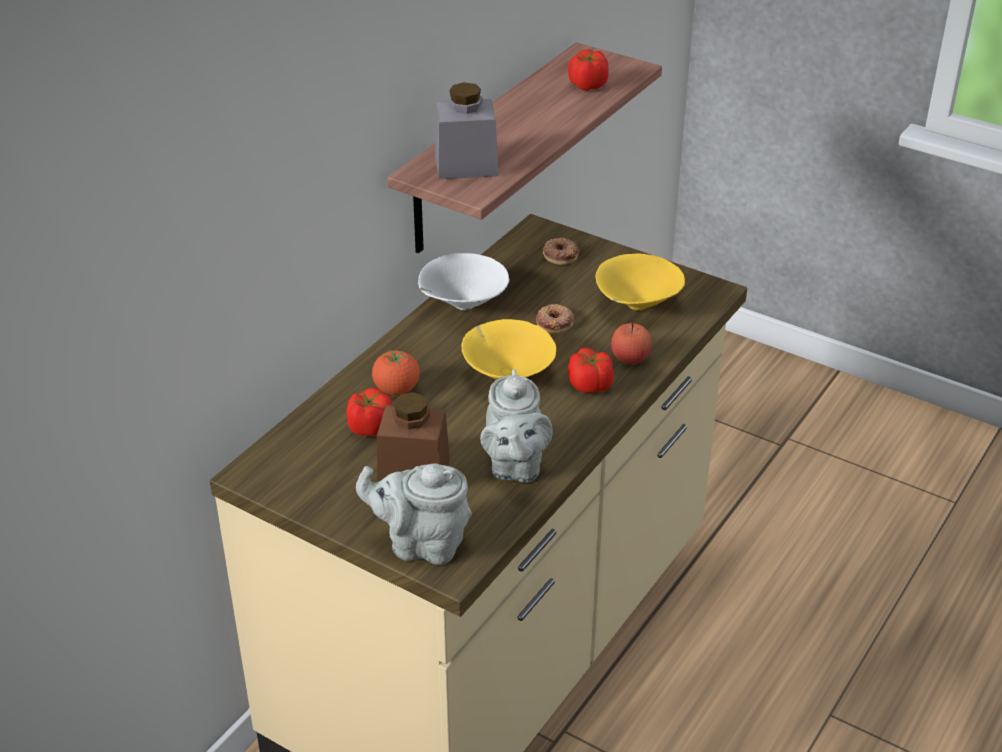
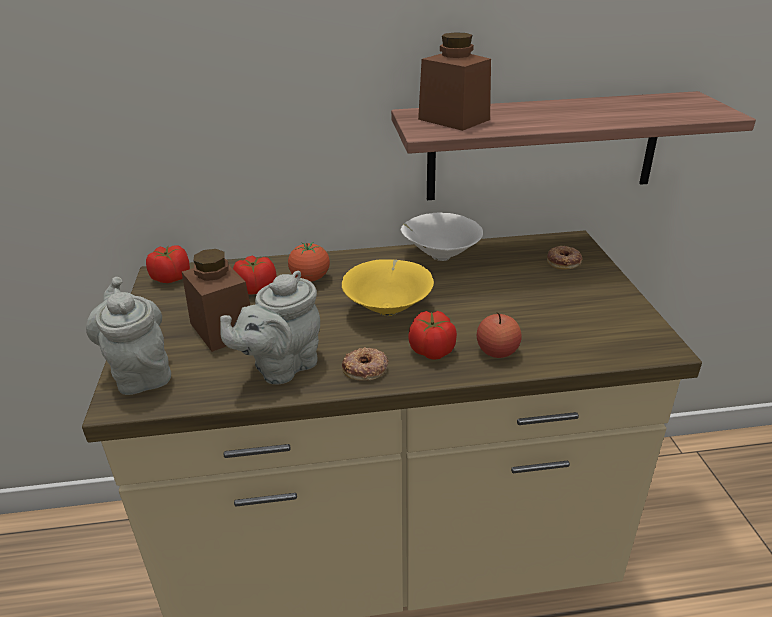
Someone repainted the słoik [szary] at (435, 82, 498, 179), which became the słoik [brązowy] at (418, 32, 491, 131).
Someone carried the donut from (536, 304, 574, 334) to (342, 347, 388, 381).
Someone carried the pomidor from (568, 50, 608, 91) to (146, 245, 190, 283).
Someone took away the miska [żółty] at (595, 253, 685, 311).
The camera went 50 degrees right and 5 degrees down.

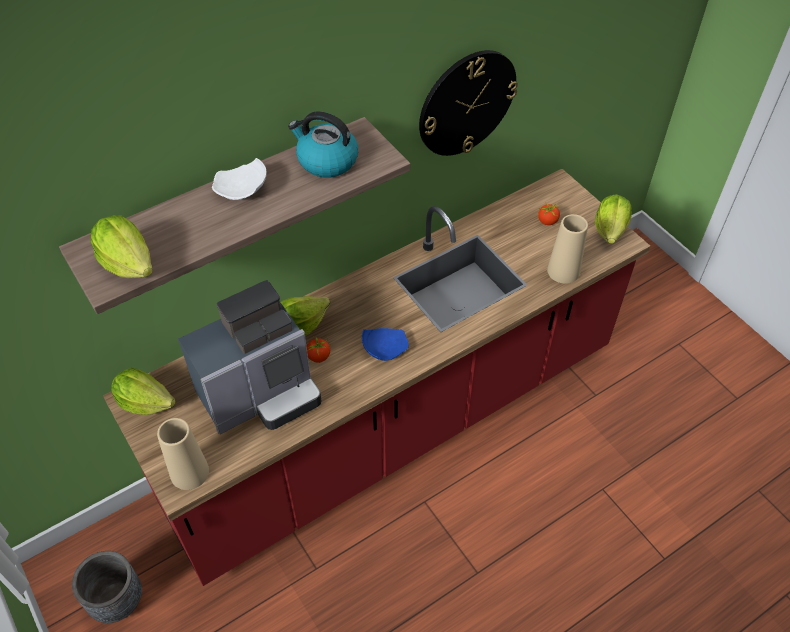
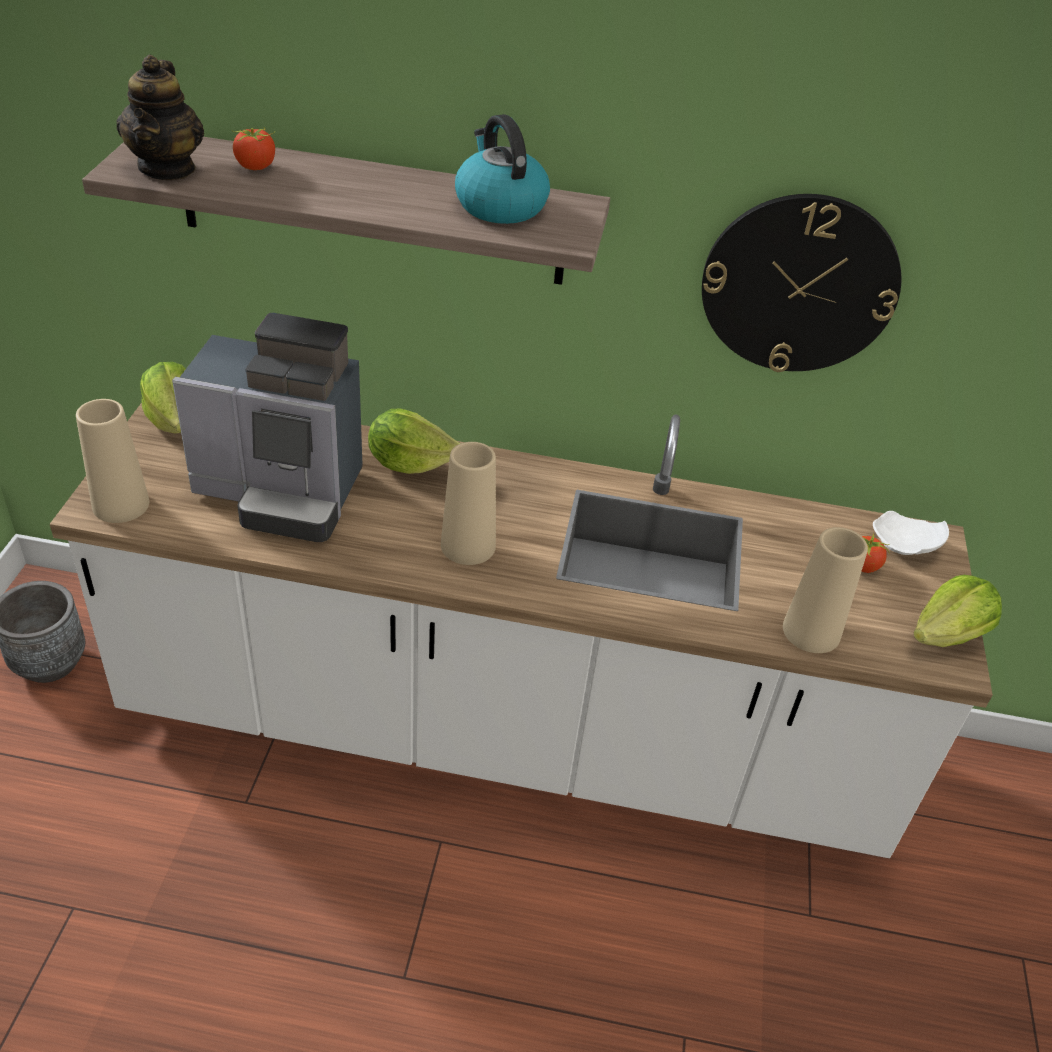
Someone swapped the sałata at (91, 216, 153, 278) for the imbryk at (116, 55, 204, 180).
Someone repainted the zabudowa kuchenna [czerwony] at (103, 169, 650, 586), which became the zabudowa kuchenna [biały] at (50, 403, 993, 858).
Someone carried the talerz [biały] from (212, 158, 267, 200) to (873, 511, 949, 555).
Someone carried the pomidor from (307, 336, 330, 363) to (232, 127, 276, 170).
Someone swapped the talerz [niebieski] at (362, 328, 409, 361) for the wazon [beżowy] at (441, 442, 496, 565).
The camera went 40 degrees right and 10 degrees down.

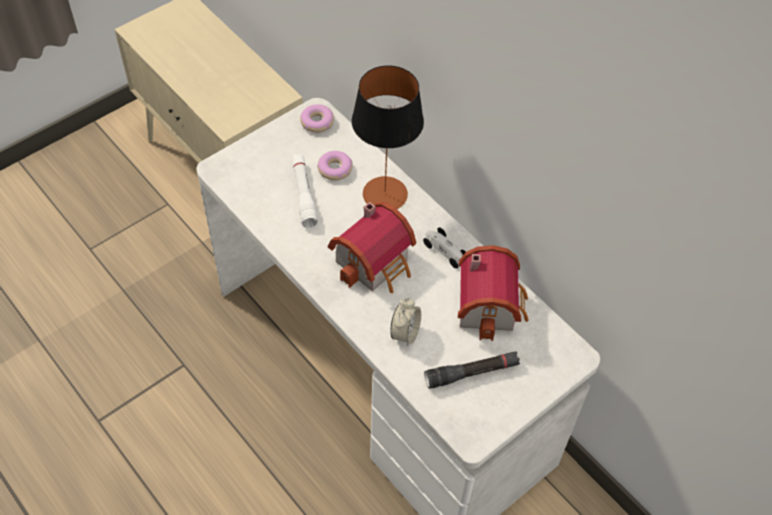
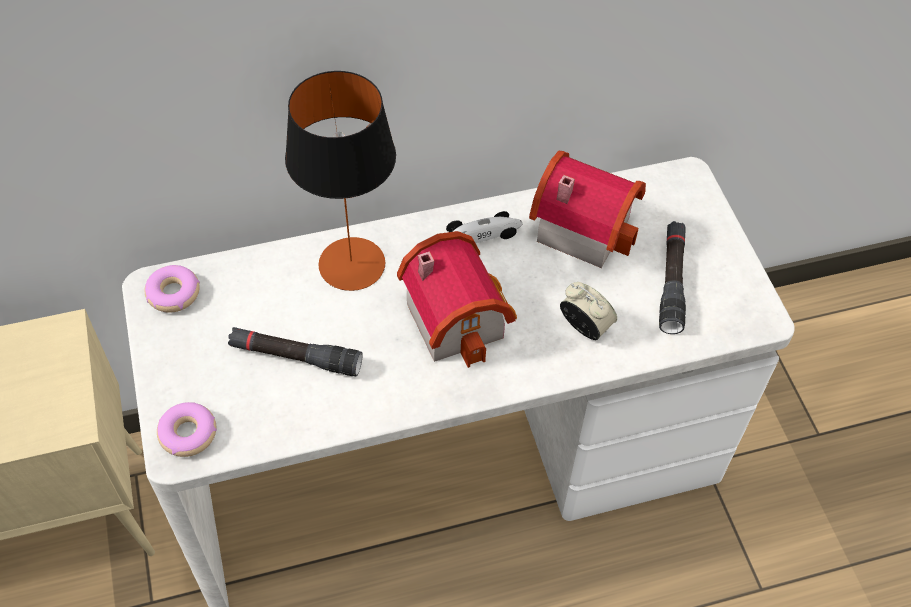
Someone repainted the latarka [biały] at (292, 154, 318, 228), which became the latarka [czarny] at (228, 327, 363, 377).
Someone carried the donut from (317, 151, 353, 181) to (157, 402, 217, 457).
The camera went 65 degrees left and 0 degrees up.

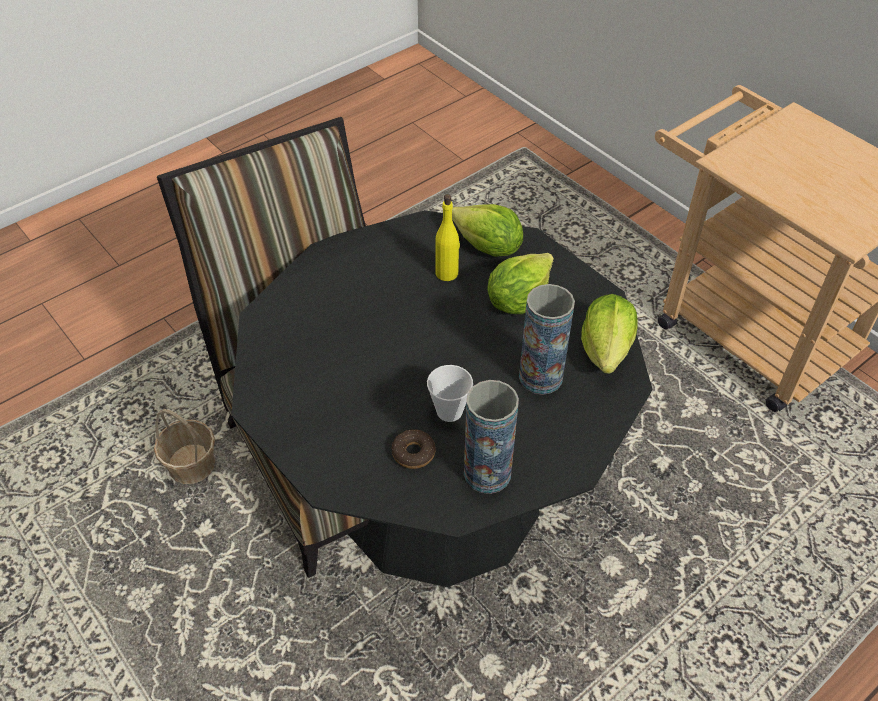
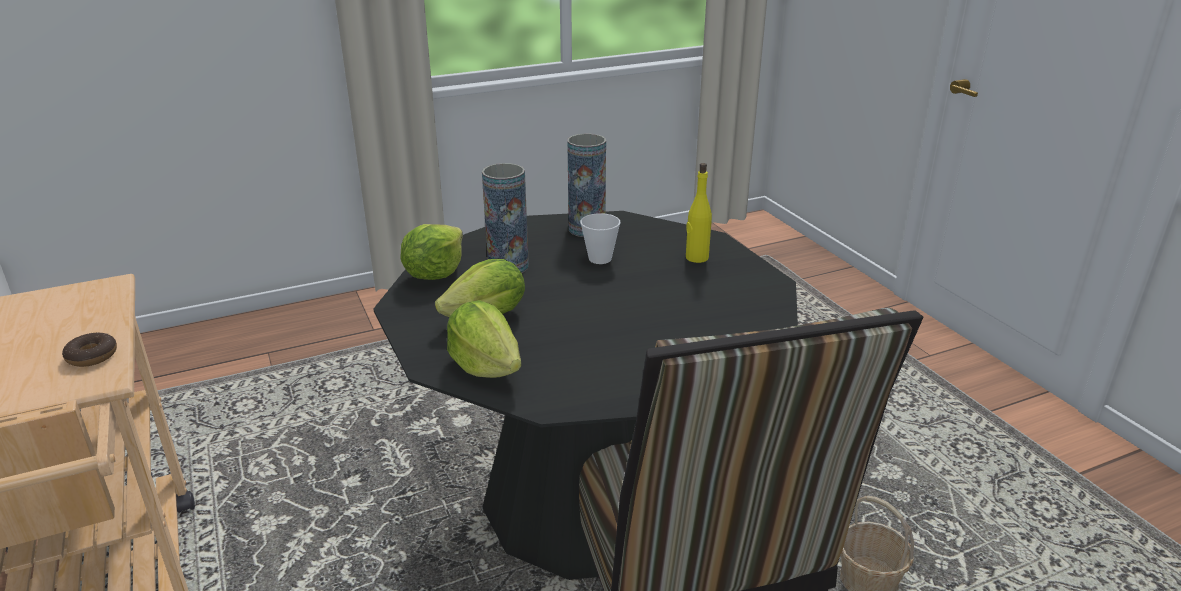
Someone carried the donut from (392, 429, 436, 469) to (62, 332, 117, 367).
Someone carried the butelka [żółty] from (435, 194, 460, 281) to (686, 163, 712, 263).
The camera went 165 degrees left and 20 degrees down.

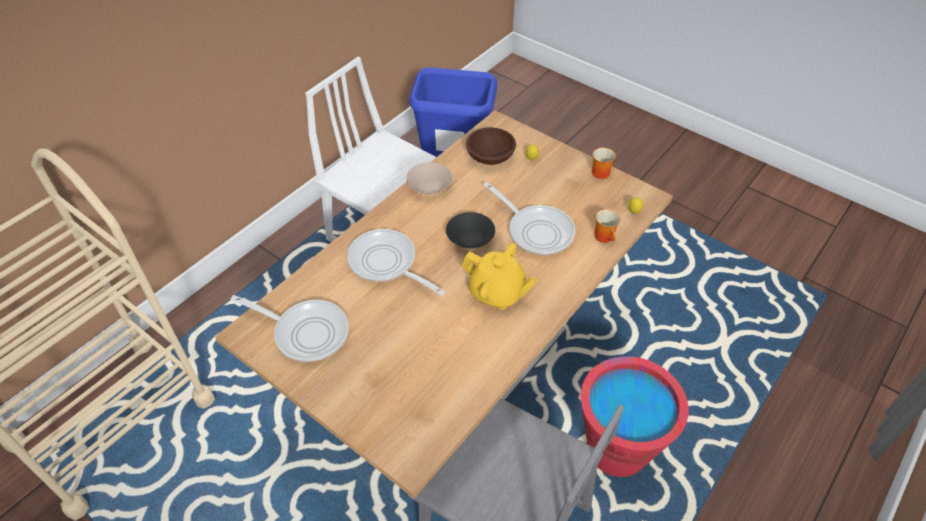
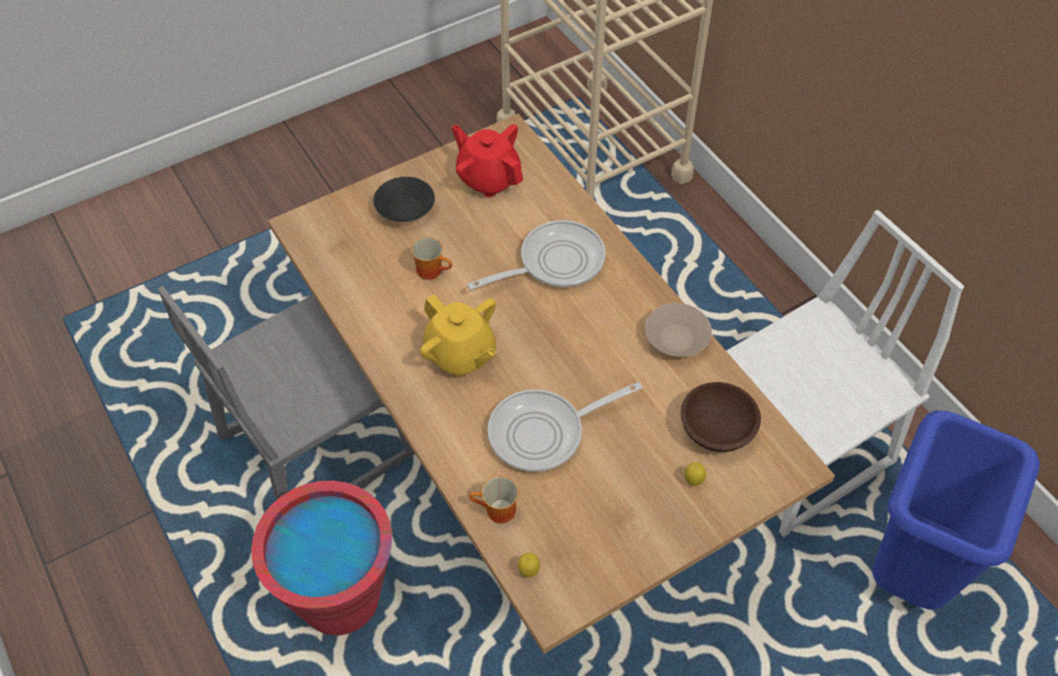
Someone swapped the patelnia at (230, 295, 349, 362) for the imbryk [czerwony] at (452, 124, 523, 198).
Someone carried the miska [czarny] from (446, 212, 495, 248) to (373, 177, 435, 222).
Someone rotated the imbryk [żółty] at (462, 243, 538, 310) by 90 degrees counterclockwise.
Someone carried the kubek from (592, 147, 616, 179) to (411, 237, 452, 280).
The camera went 110 degrees right and 5 degrees up.

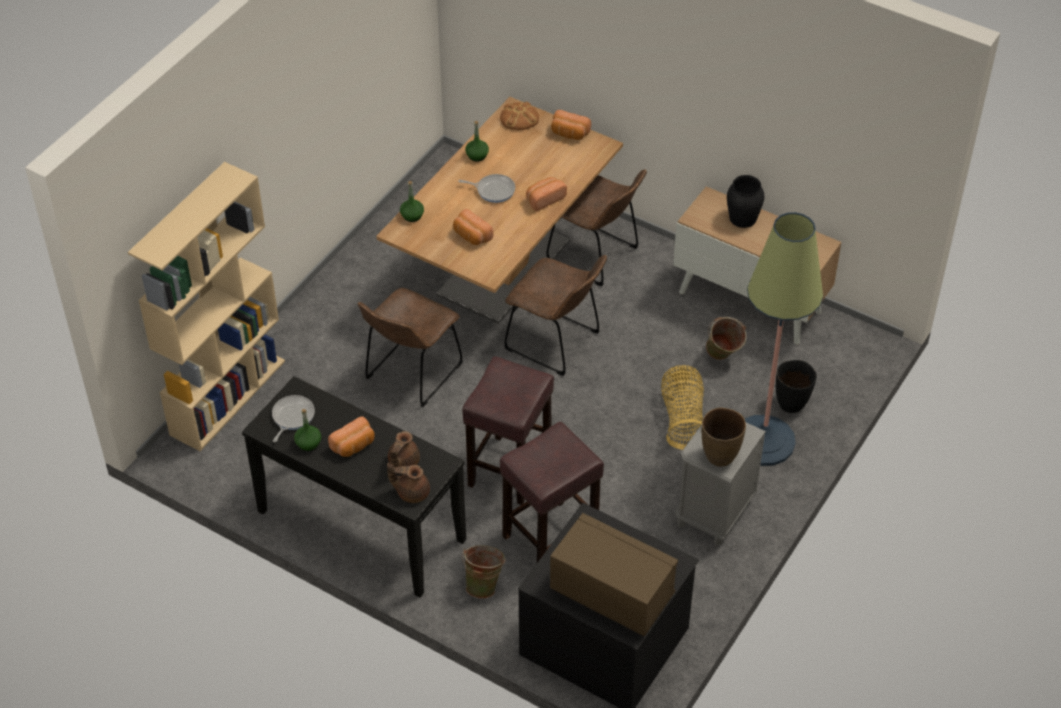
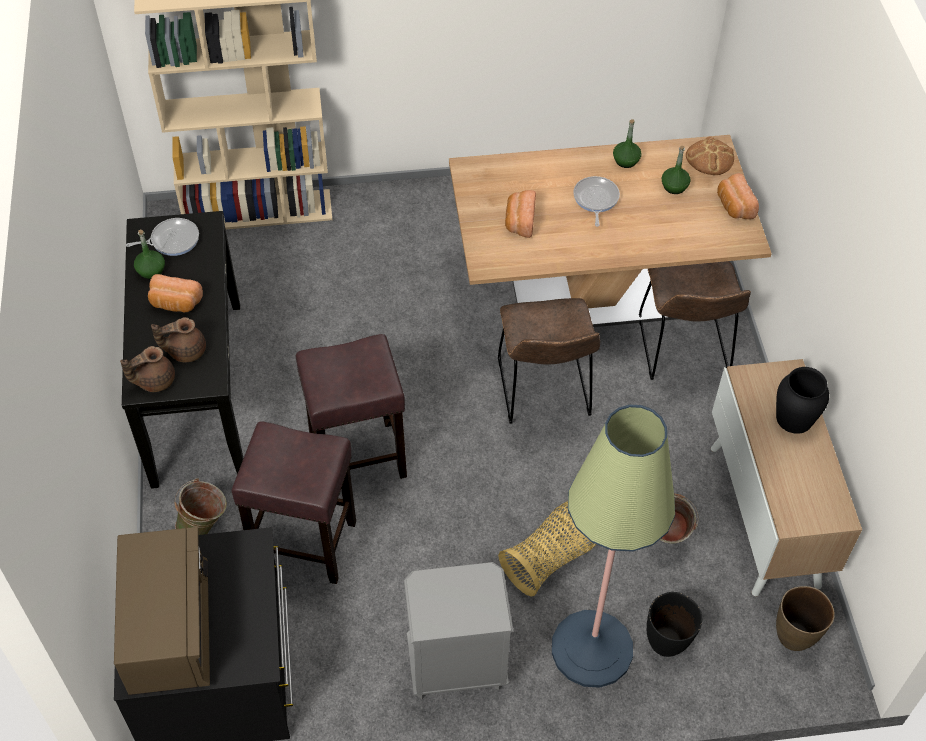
Someone took away the krzesło [brązowy] at (358, 288, 463, 407).
Someone rotated the imbryk [brązowy] at (387, 463, 430, 503) by 90 degrees counterclockwise.
Someone carried the butelka [zielony] from (400, 181, 424, 222) to (662, 146, 691, 194).
Someone rotated the patelnia at (458, 174, 515, 203) by 150 degrees counterclockwise.
Someone took away the chleb at (526, 177, 567, 211).
Someone carried the wazon [brązowy] from (702, 408, 746, 467) to (776, 586, 835, 651).
The camera went 50 degrees right and 5 degrees up.

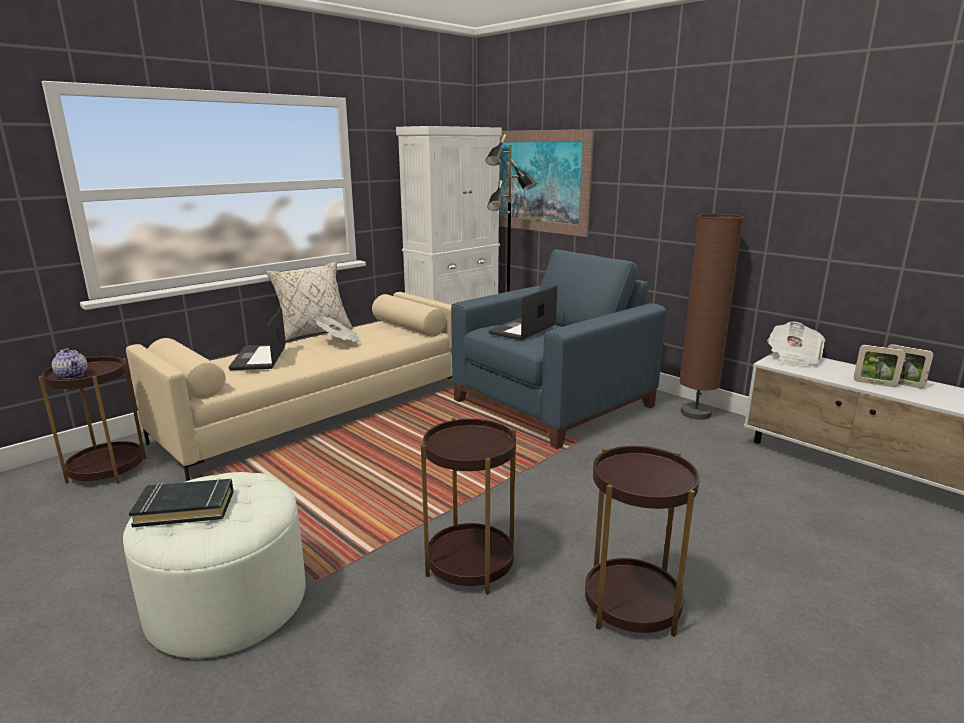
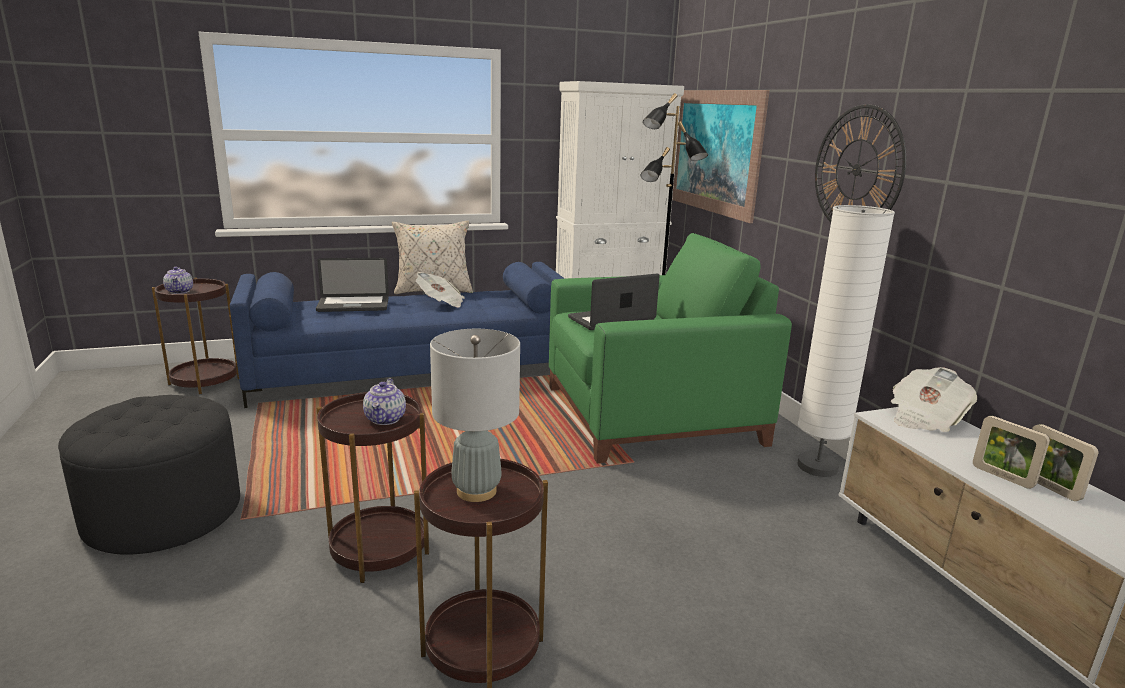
Someone repainted the pufa [biały] at (123, 472, 306, 658), which became the pufa [czarny] at (58, 395, 240, 555).
Someone repainted the kanapa [beżowy] at (126, 292, 452, 481), which became the kanapa [niebieski] at (230, 262, 565, 408).
Someone took away the książka [czarny] at (129, 478, 234, 527).
Someone rotated the laptop at (229, 307, 286, 370) by 120 degrees counterclockwise.
Someone repainted the fotel [niebieski] at (451, 249, 666, 449), which became the fotel [zielony] at (549, 233, 792, 463).
Someone repainted the lampa stojąca [brązowy] at (679, 214, 744, 420), which became the lampa stojąca [biały] at (797, 205, 895, 477).
Someone put down the imbryk at (363, 379, 406, 425).
Someone put down the lampa stołowa [szary] at (430, 329, 520, 502).
Someone put up the zegar ścienny at (815, 104, 906, 222).
The camera went 25 degrees right and 0 degrees up.

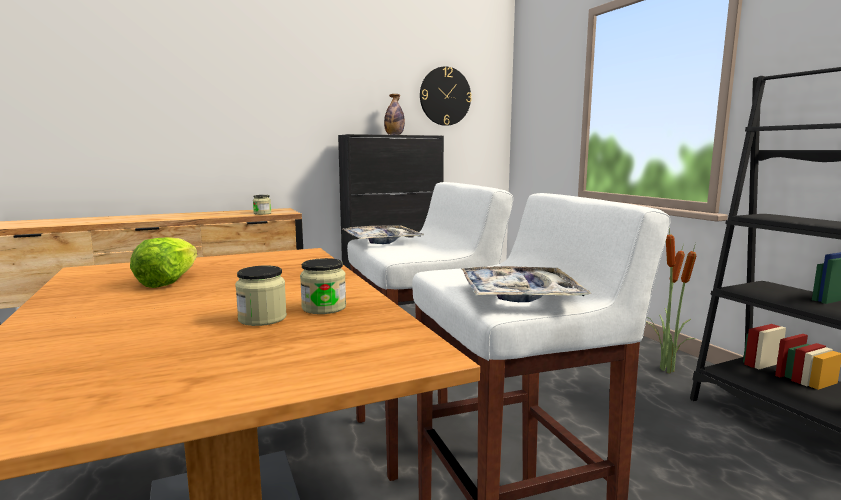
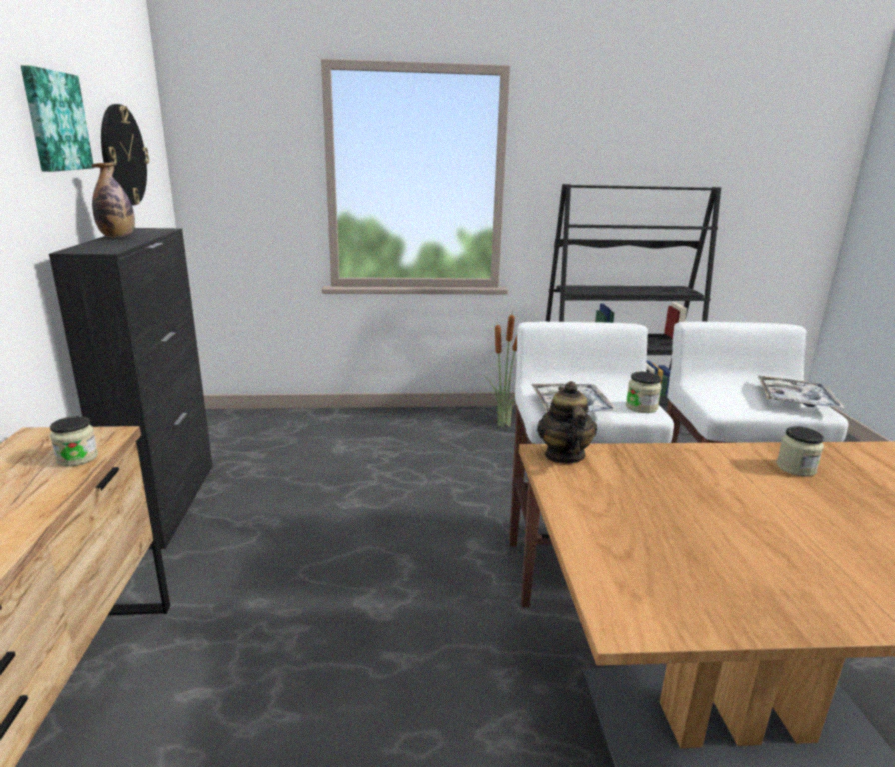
Someone took away the sałata at (130, 237, 197, 288).
Someone carried the słoik from (235, 265, 287, 326) to (626, 372, 662, 413).
Someone put up the obraz at (21, 65, 93, 172).
Someone put down the imbryk at (537, 381, 597, 464).
The camera went 70 degrees left and 10 degrees up.

